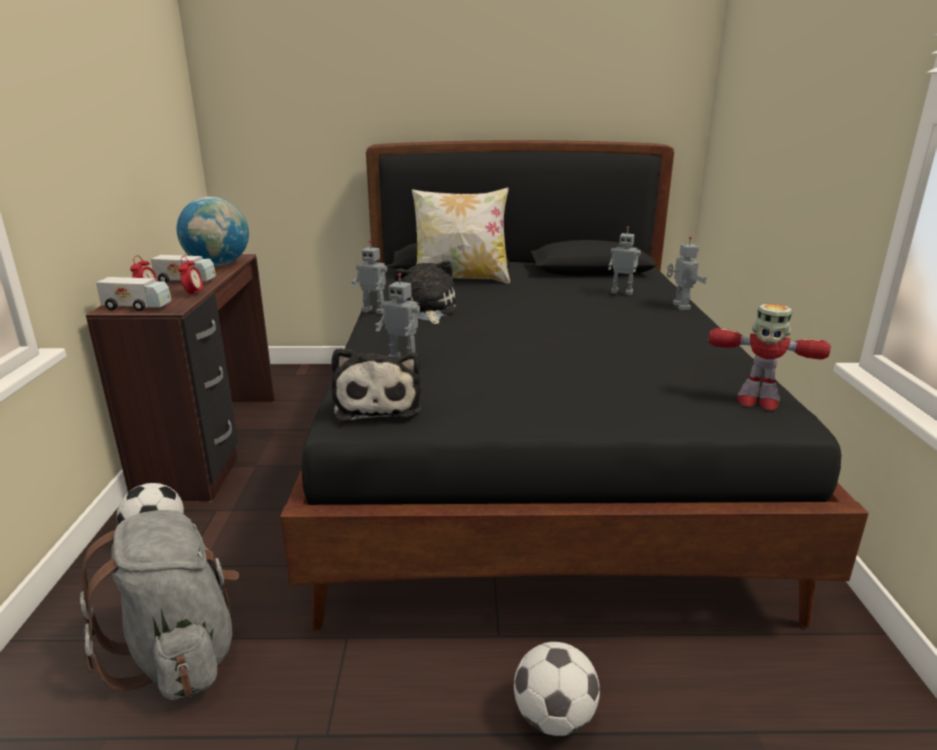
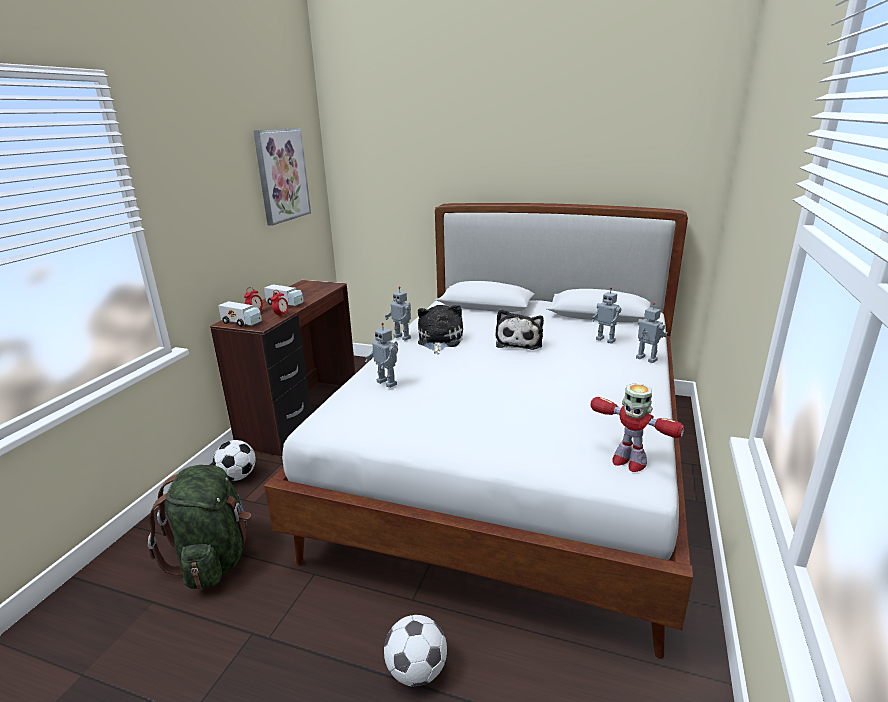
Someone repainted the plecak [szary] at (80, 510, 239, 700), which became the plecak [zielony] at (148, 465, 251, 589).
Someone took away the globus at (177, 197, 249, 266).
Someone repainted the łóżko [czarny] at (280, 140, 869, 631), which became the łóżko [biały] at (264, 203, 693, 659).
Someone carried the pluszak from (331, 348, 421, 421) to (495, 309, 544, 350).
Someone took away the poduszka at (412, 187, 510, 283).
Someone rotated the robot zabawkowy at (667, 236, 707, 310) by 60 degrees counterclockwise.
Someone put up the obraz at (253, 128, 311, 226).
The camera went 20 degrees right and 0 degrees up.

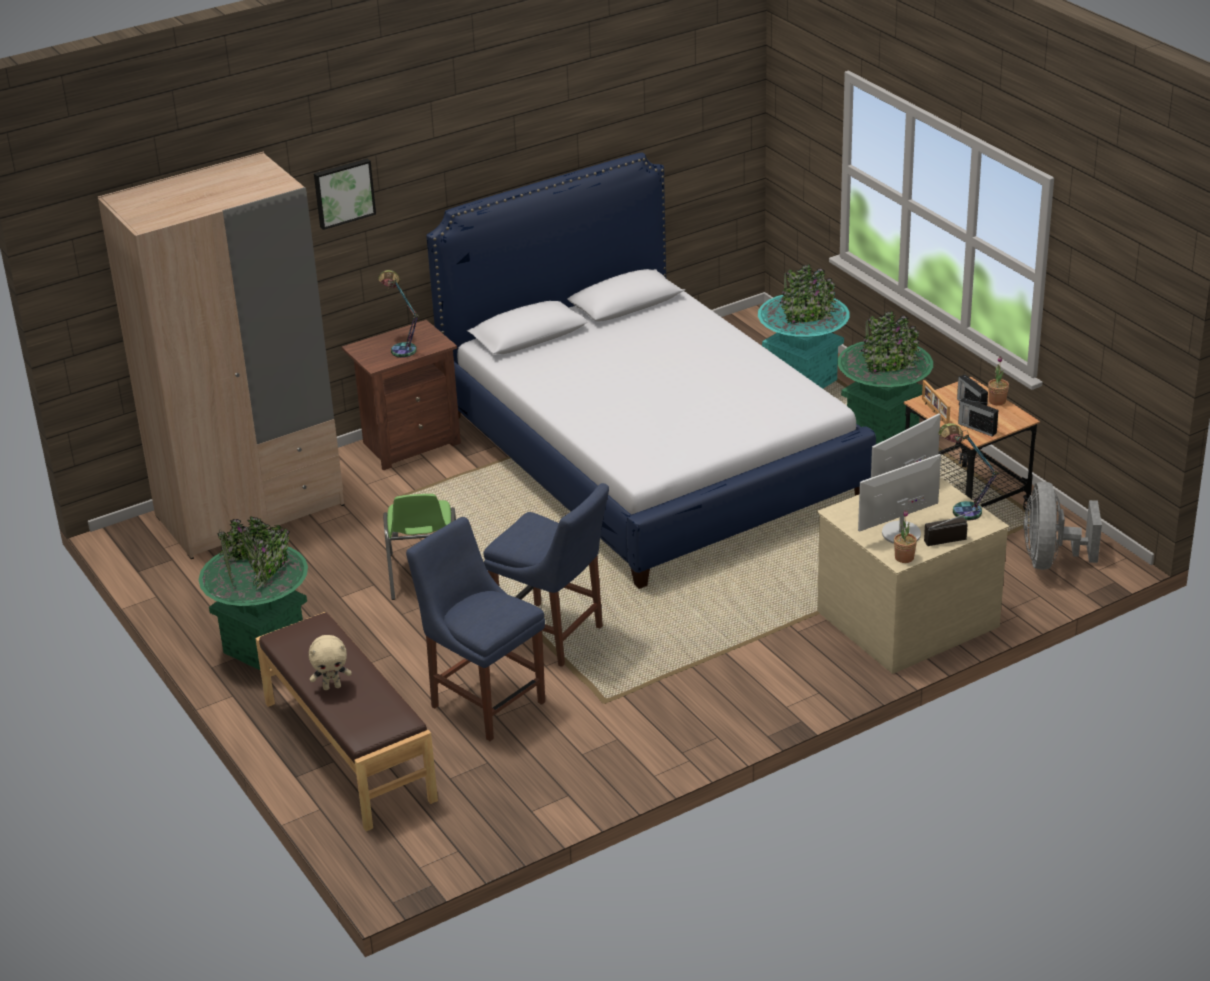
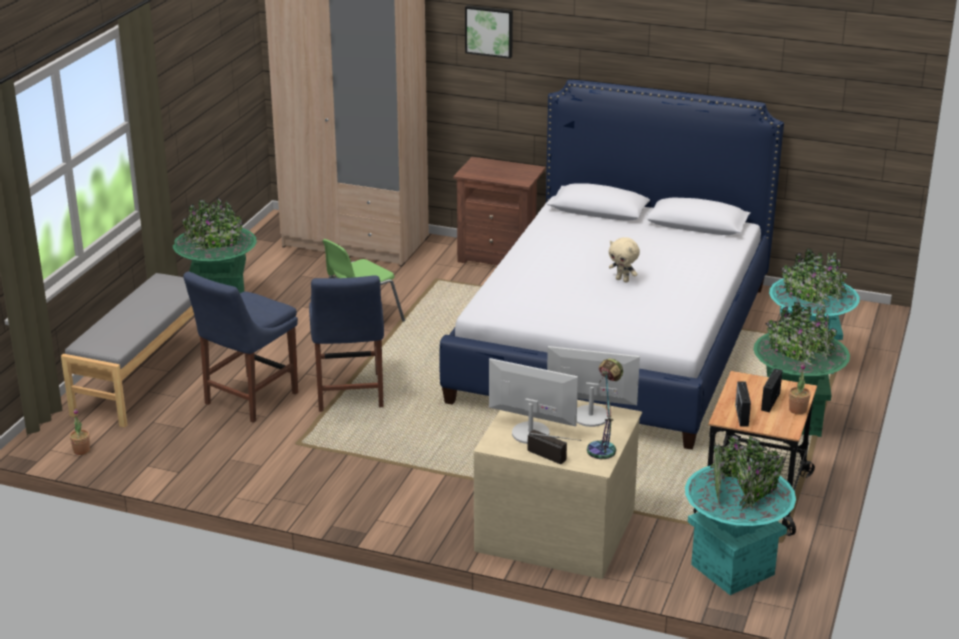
Someone repainted the ławka [brązowy] at (255, 612, 438, 831), which became the ławka [szary] at (61, 273, 209, 427).
Someone carried the pluszak [beżowy] from (309, 635, 352, 690) to (609, 237, 640, 283).
Someone took away the lampa stołowa at (378, 270, 419, 358).
Someone rotated the krzesło [niebieski] at (406, 517, 545, 741) by 150 degrees counterclockwise.
Someone carried the roślina doniczkowa from (894, 510, 917, 563) to (70, 408, 90, 455).
Someone took away the ramka na zdjęcie at (922, 380, 950, 424).
Someone swapped the wentylator [szary] at (1023, 482, 1102, 570) for the donica [turkusowy] at (685, 435, 796, 595).
The camera went 50 degrees right and 5 degrees down.

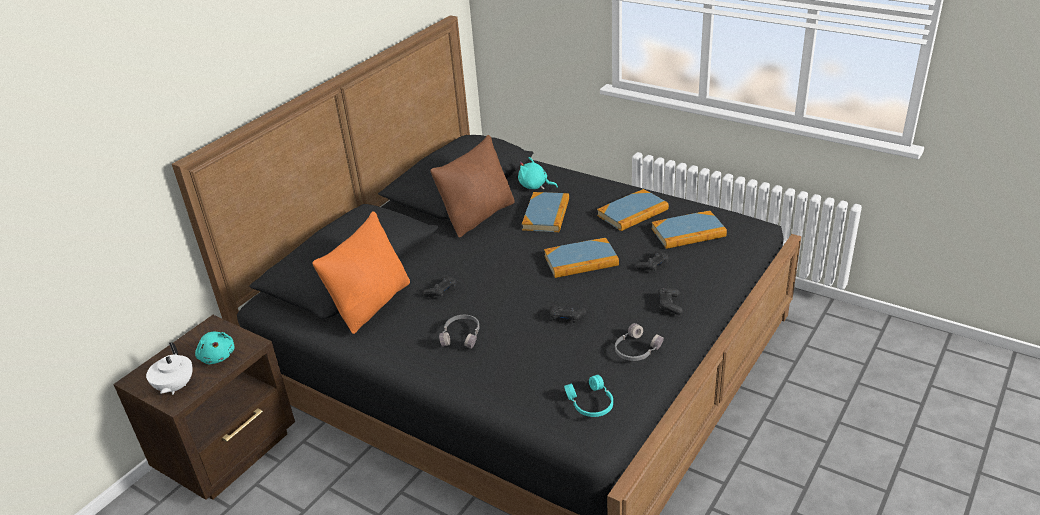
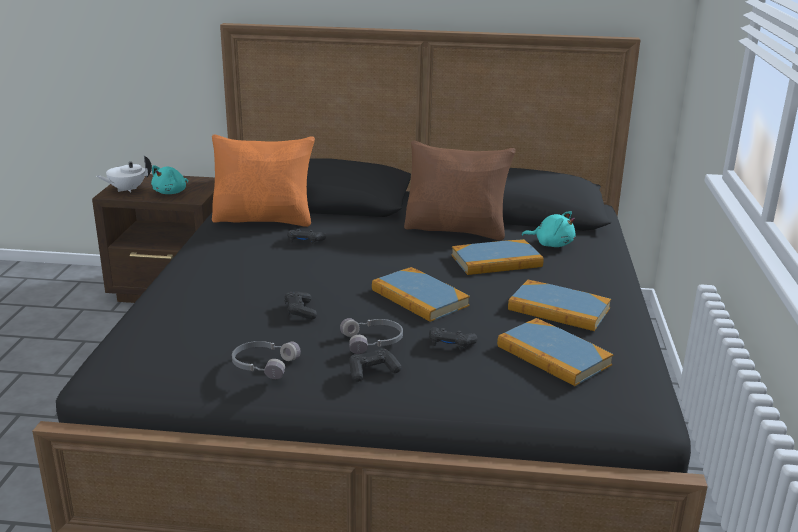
Someone carried the słuchawki [szary] from (439, 315, 480, 349) to (340, 318, 403, 354).
Someone rotated the pluszak [turkusowy] at (518, 157, 558, 190) by 120 degrees clockwise.
Someone took away the słuchawki [turkusowy] at (564, 375, 613, 417).
The camera went 60 degrees right and 10 degrees down.

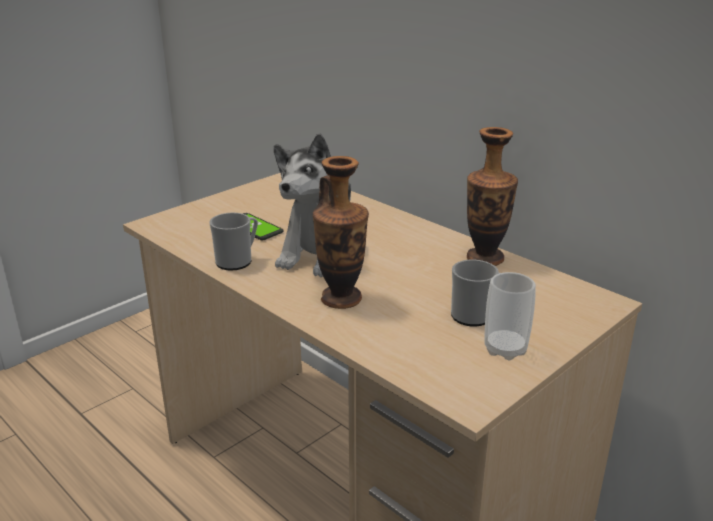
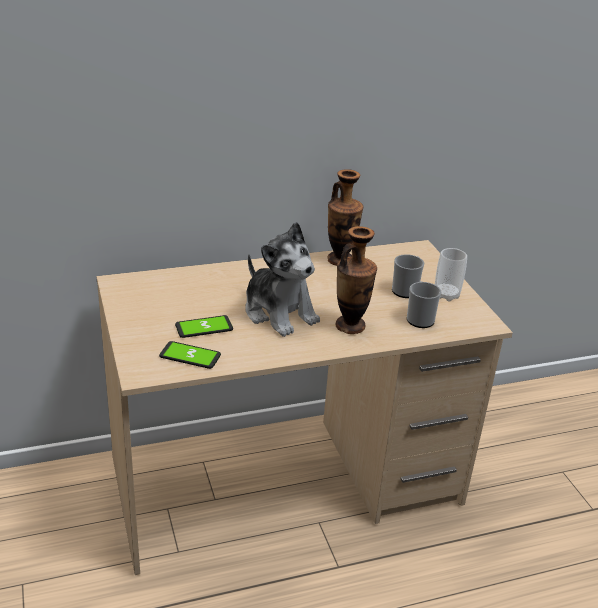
Someone carried the kubek from (210, 213, 258, 271) to (407, 281, 441, 328).
Someone put down the telefon at (159, 341, 221, 369).
The camera went 65 degrees left and 5 degrees up.

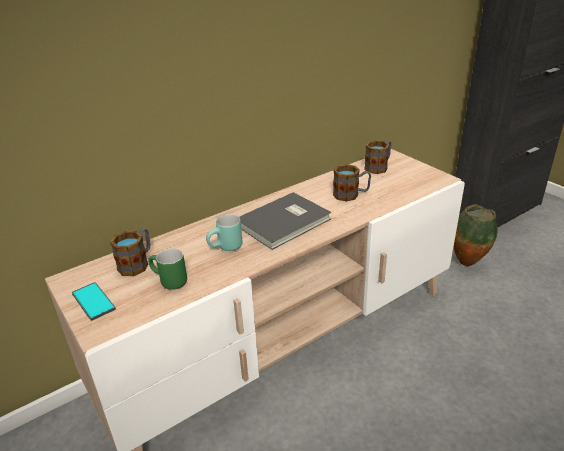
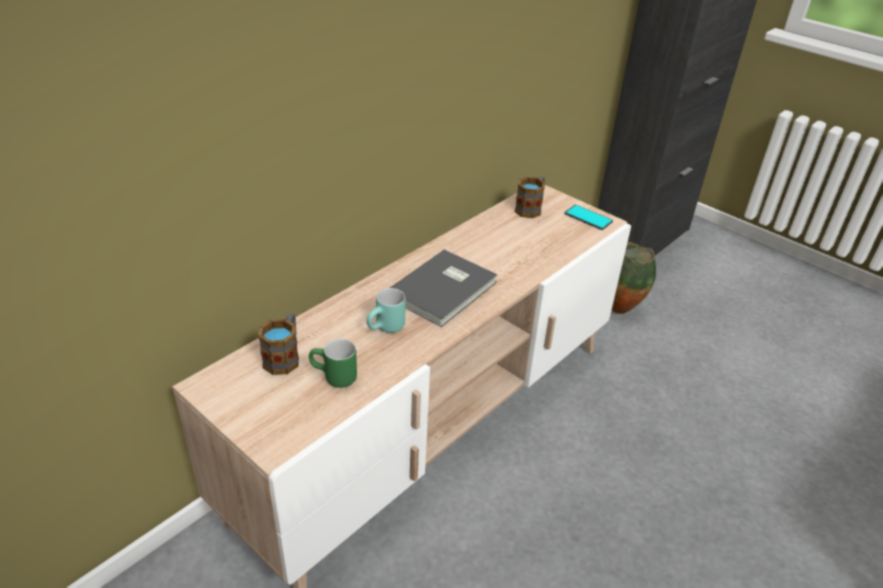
Someone carried the telefon from (72, 282, 116, 321) to (564, 205, 613, 230).
Someone took away the kubek at (333, 164, 371, 201).
The camera went 15 degrees left and 5 degrees up.

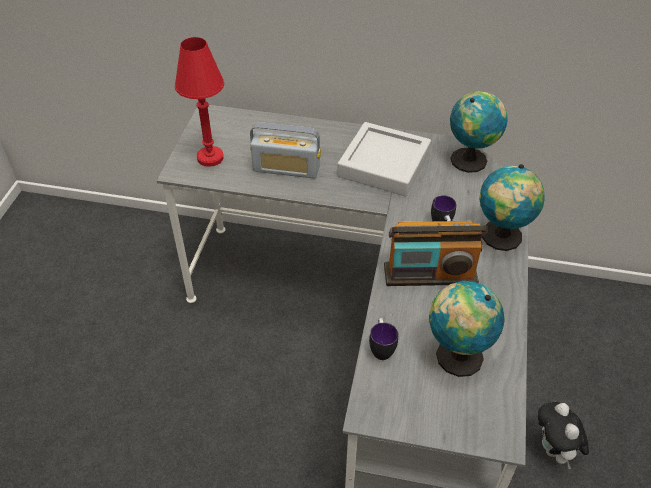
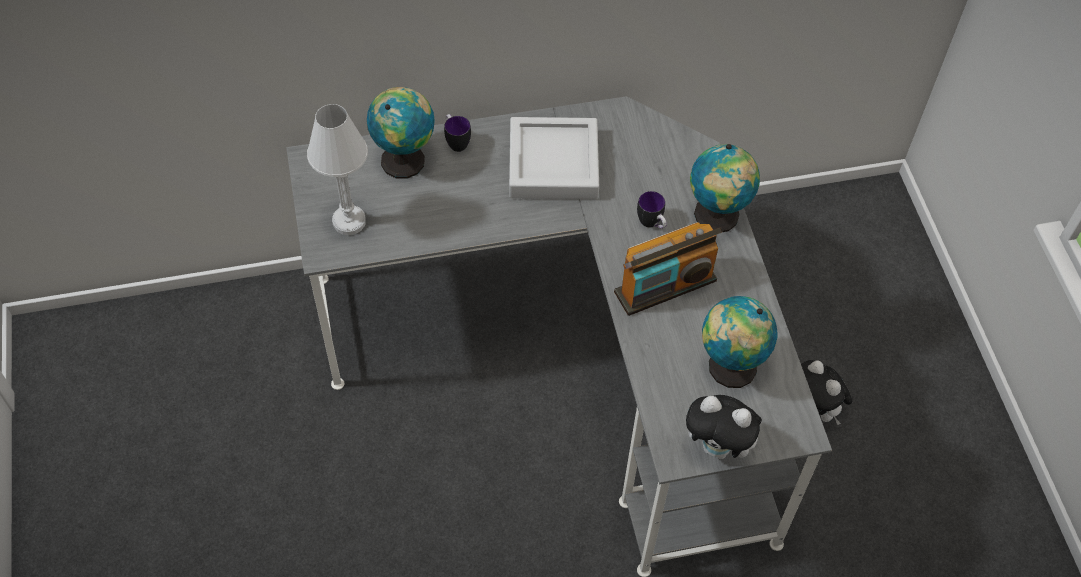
Someone repainted the lampa stołowa [czerwony] at (175, 37, 224, 167), which became the lampa stołowa [biały] at (307, 104, 368, 235).
Someone took away the radio at (250, 122, 321, 179).
Someone carried the kubek from (369, 318, 398, 360) to (444, 114, 471, 152).
Someone carried the globus from (450, 91, 507, 173) to (367, 87, 435, 179).
Someone put down the pluszak at (686, 395, 764, 459).
The camera went 25 degrees left and 10 degrees up.

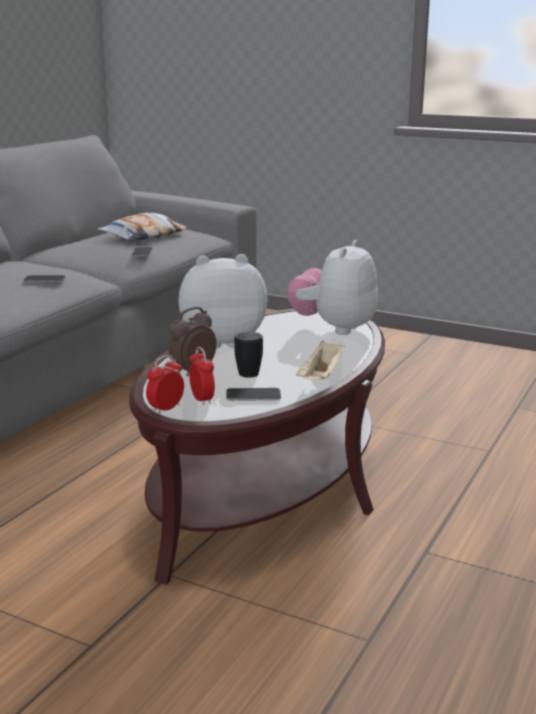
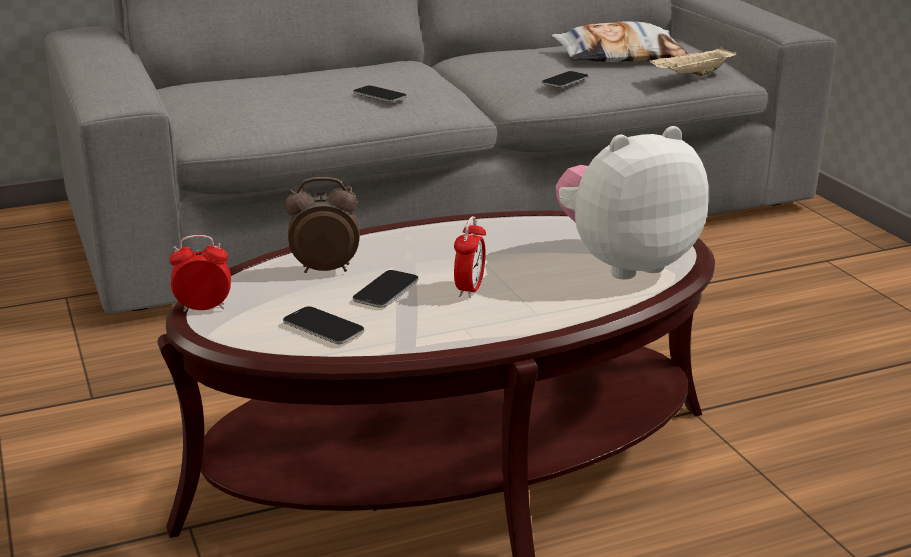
Someone took away the pluszak at (179, 254, 268, 349).
Someone carried the budzik from (189, 347, 215, 405) to (454, 216, 486, 298).
Someone swapped the kubek [czarny] at (234, 332, 263, 378) for the telefon at (353, 270, 419, 308).
Someone carried the taca [beżowy] from (296, 340, 345, 380) to (650, 46, 736, 76).
The camera went 40 degrees right and 5 degrees up.

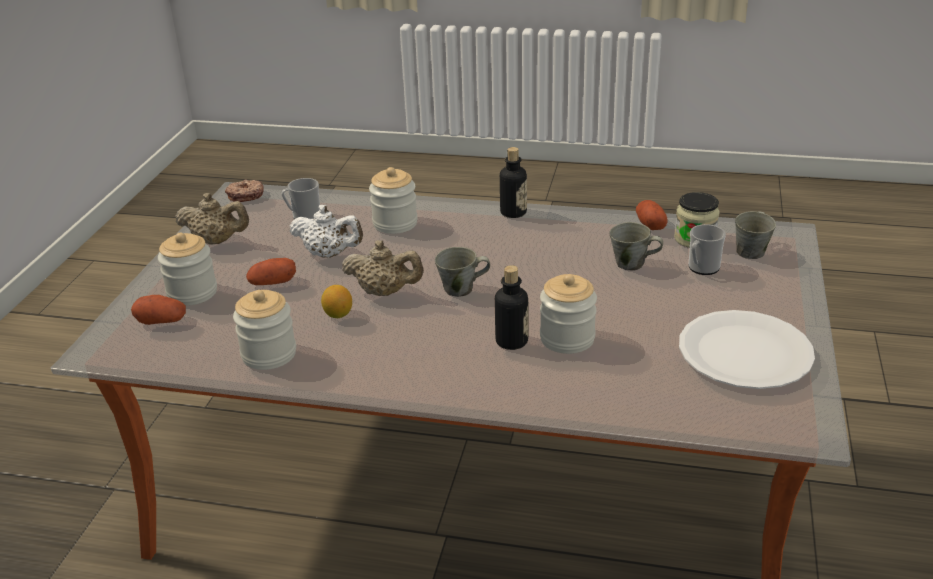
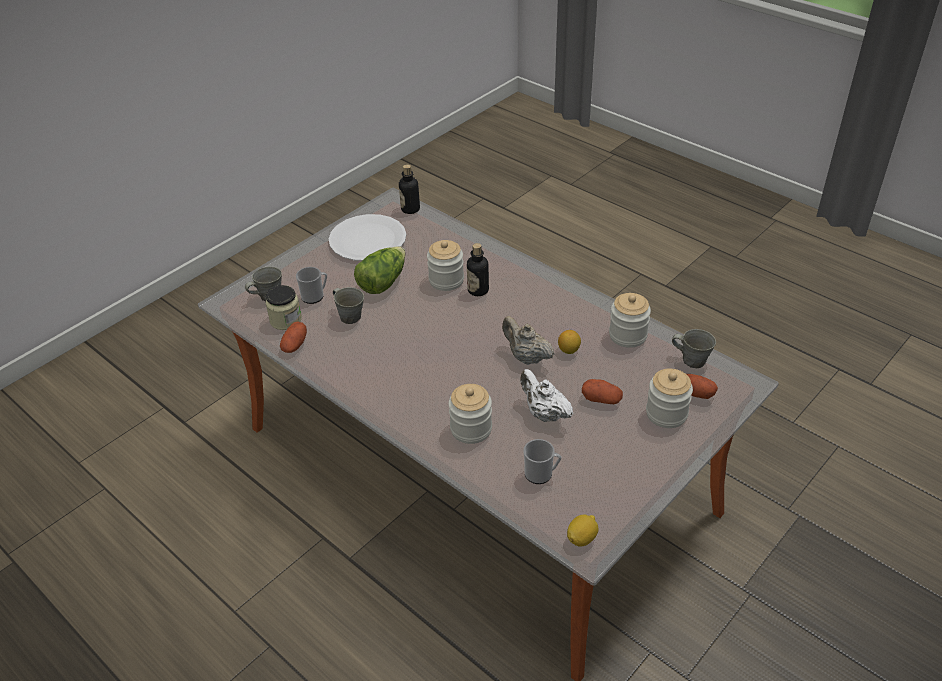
Someone took away the imbryk [beżowy] at (175, 193, 249, 245).
Someone swapped the donut at (225, 179, 264, 202) for the cytryna at (567, 515, 598, 547).
Someone carried the kubek [szary] from (435, 247, 490, 297) to (672, 329, 716, 368).
Someone carried the butelka from (500, 147, 527, 218) to (399, 164, 420, 214).
Someone put down the sałata at (354, 246, 405, 294).
The camera went 150 degrees left and 10 degrees up.

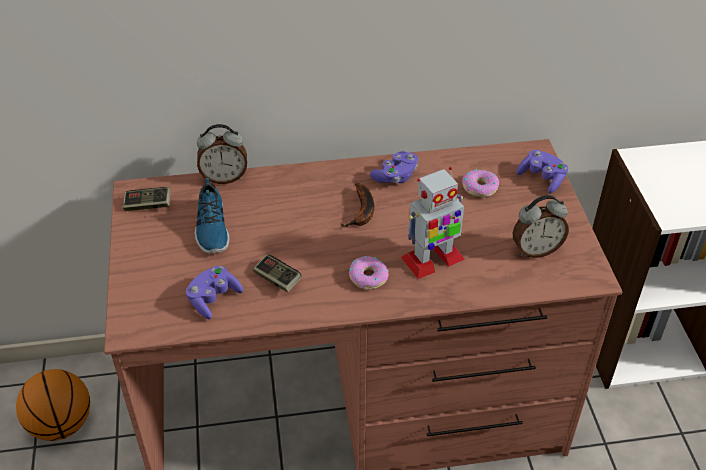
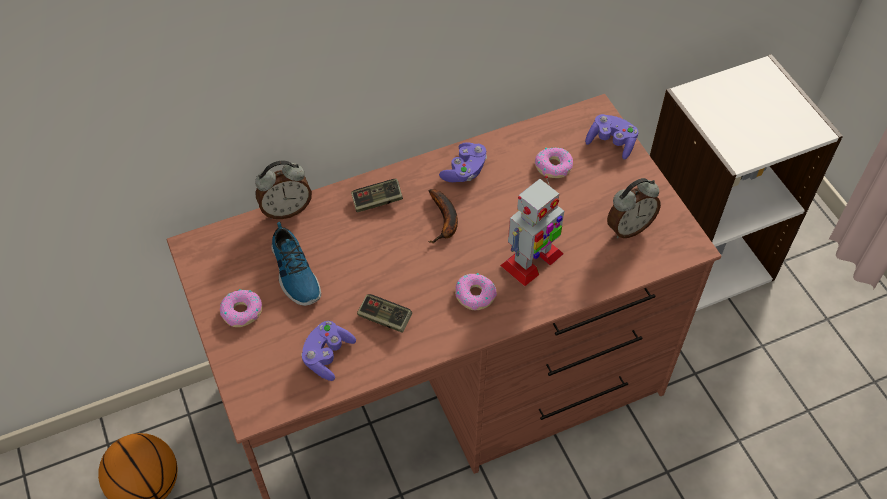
Someone carried the pad do gier from (123, 187, 171, 211) to (351, 179, 403, 212).
Someone put down the donut at (220, 289, 262, 327).
The camera went 15 degrees left and 10 degrees up.

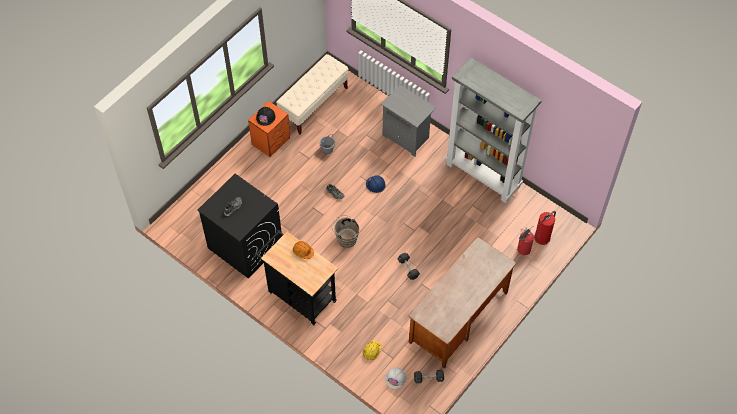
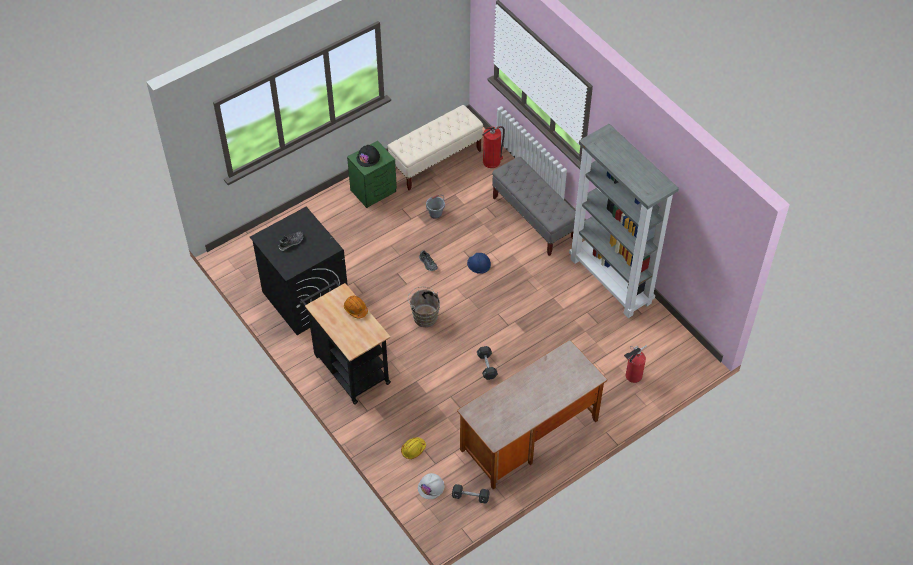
Someone repainted the szafka nocna [pomarańczowy] at (248, 101, 290, 157), which became the szafka nocna [zielony] at (347, 141, 397, 208).
Someone swapped the szafka nocna [szary] at (381, 85, 436, 157) for the ławka [szary] at (492, 157, 576, 256).
Someone carried the gaśnica from (534, 211, 556, 245) to (482, 126, 505, 168).
The camera went 15 degrees right and 5 degrees down.

